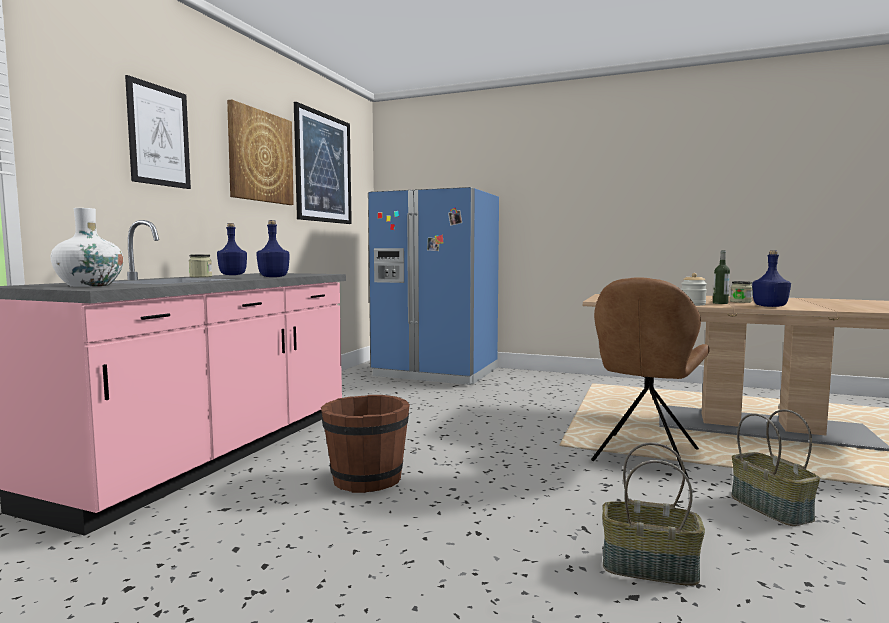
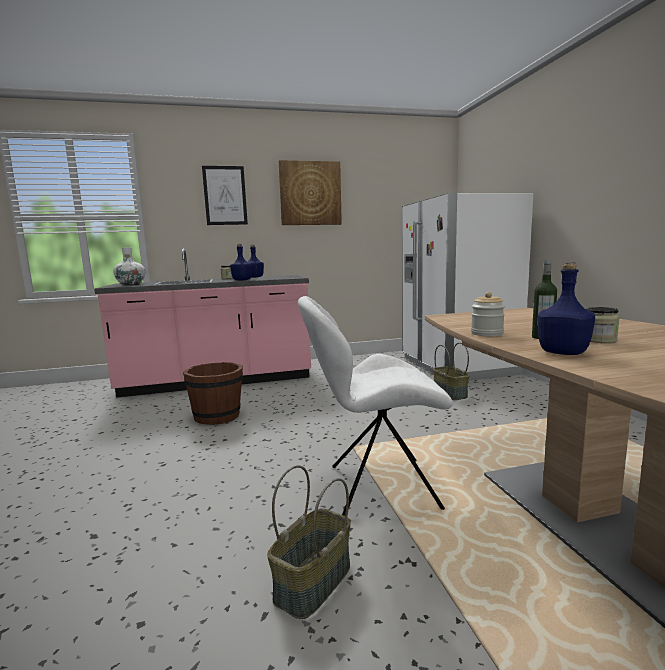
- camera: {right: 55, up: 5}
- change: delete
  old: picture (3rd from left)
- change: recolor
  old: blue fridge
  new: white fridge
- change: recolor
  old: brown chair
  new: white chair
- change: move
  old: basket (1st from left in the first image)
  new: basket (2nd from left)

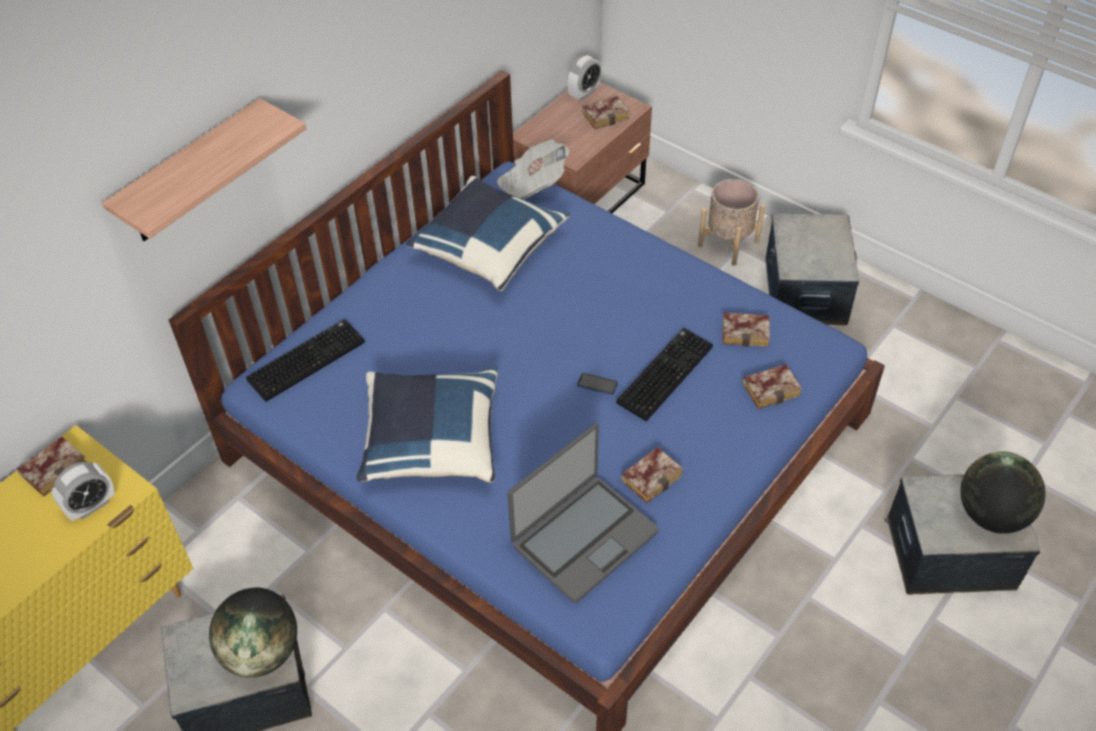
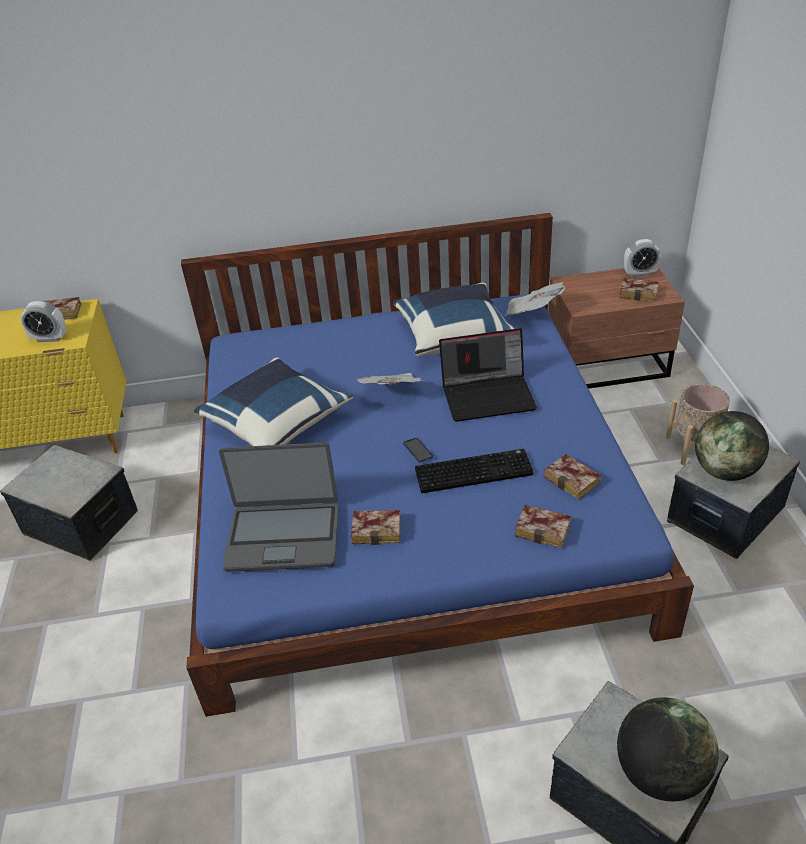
- camera: {right: 45, up: -10}
- change: delete
  old: shelf
- change: delete
  old: keyboard (1st from left)
- change: move
  old: globe (1st from left in the first image)
  new: globe (2nd from left)
- change: insert
  new: laptop (2nd from left)
- change: insert
  new: newspaper (1st from left)

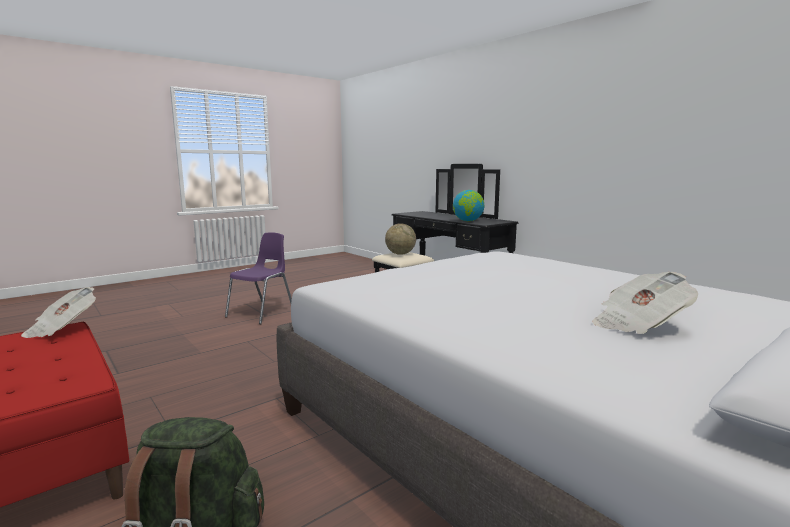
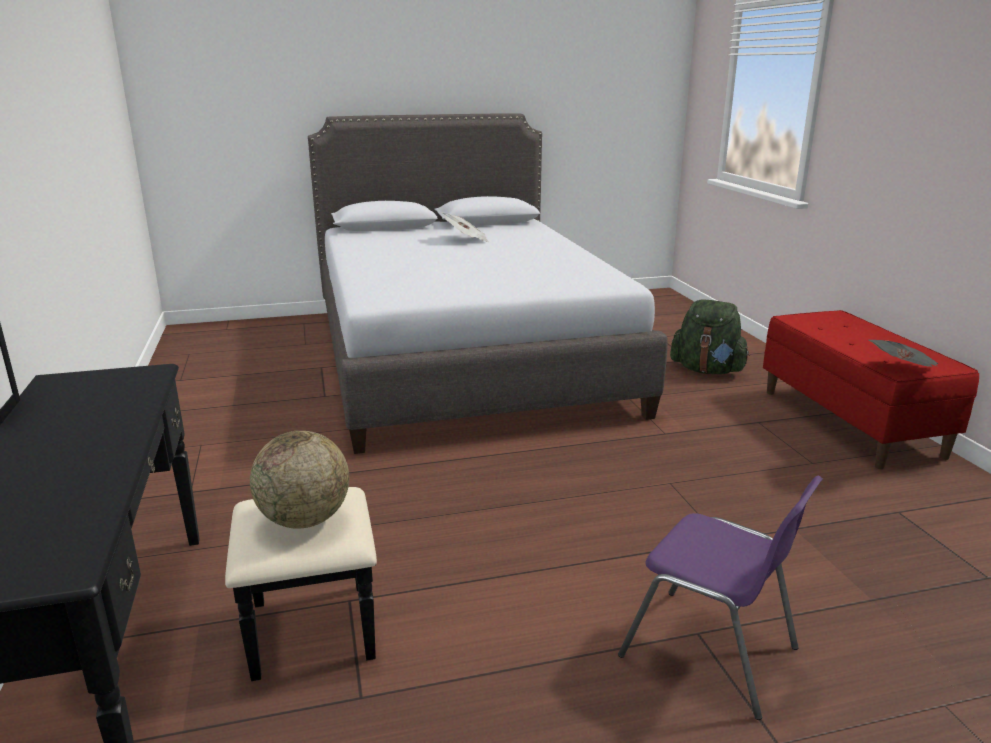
- camera: {right: -155, up: 10}
- change: delete
  old: globe (2nd from left)
- change: rotate
  old: purple chair
  degrees: -105

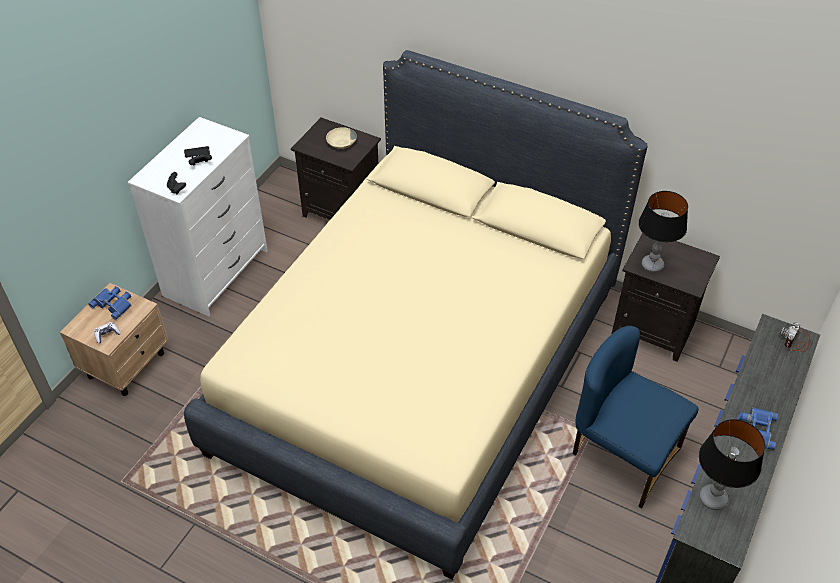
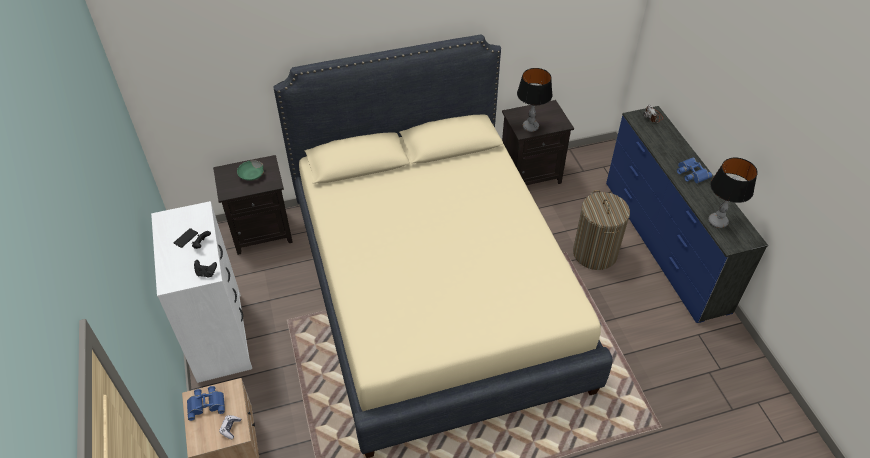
- camera: {right: -45, up: 0}
- change: recolor
  old: beige bowl
  new: green bowl
- change: replace
  old: blue chair
  new: laundry basket

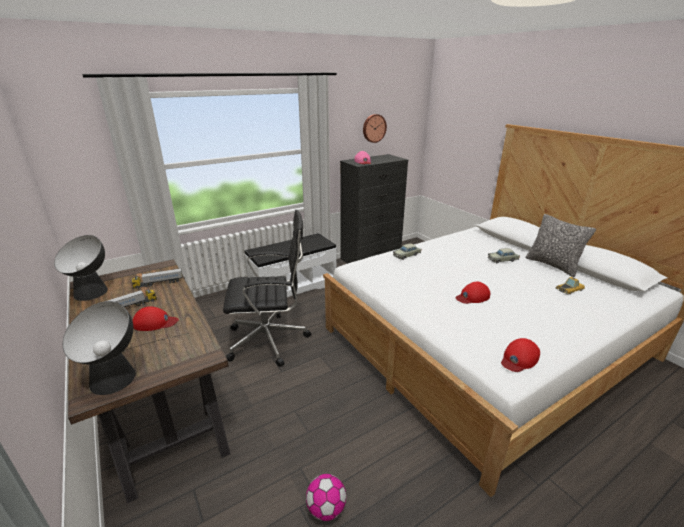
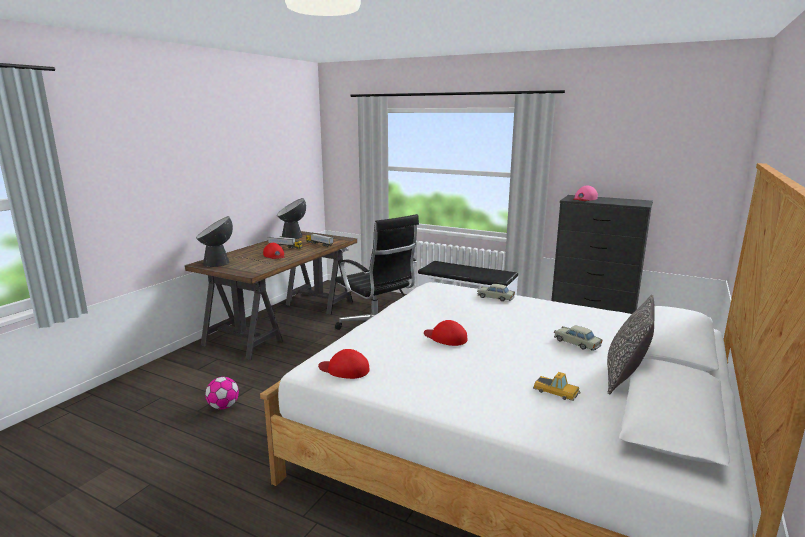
- camera: {right: 60, up: -10}
- change: delete
  old: wall clock

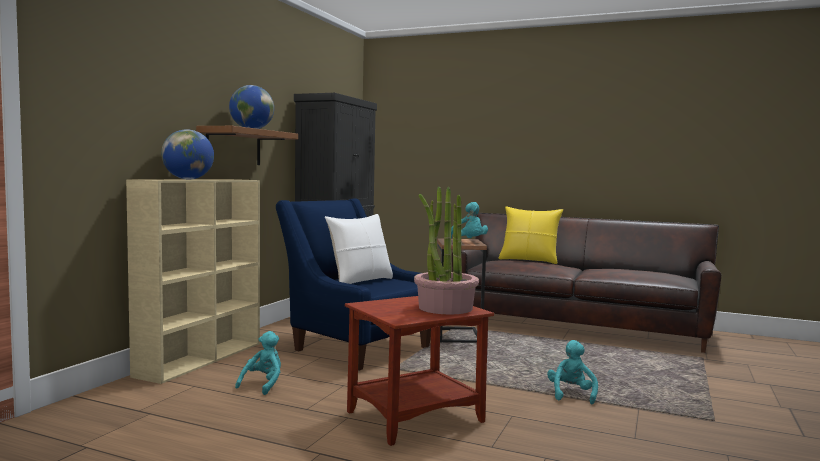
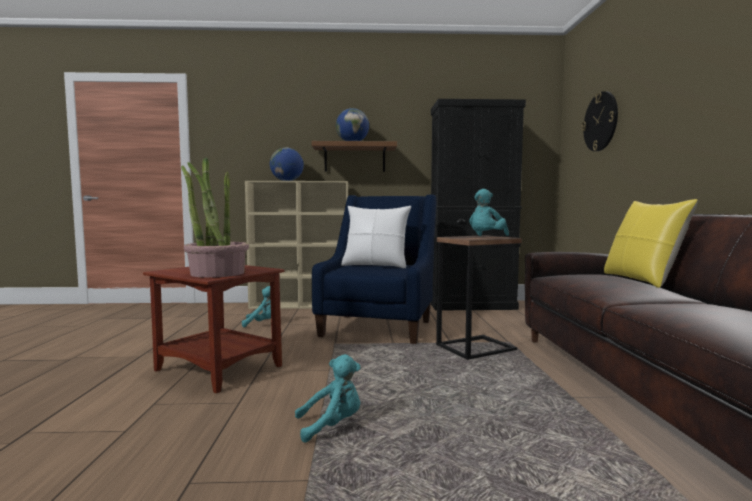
- camera: {right: 65, up: 0}
- change: insert
  new: wall clock

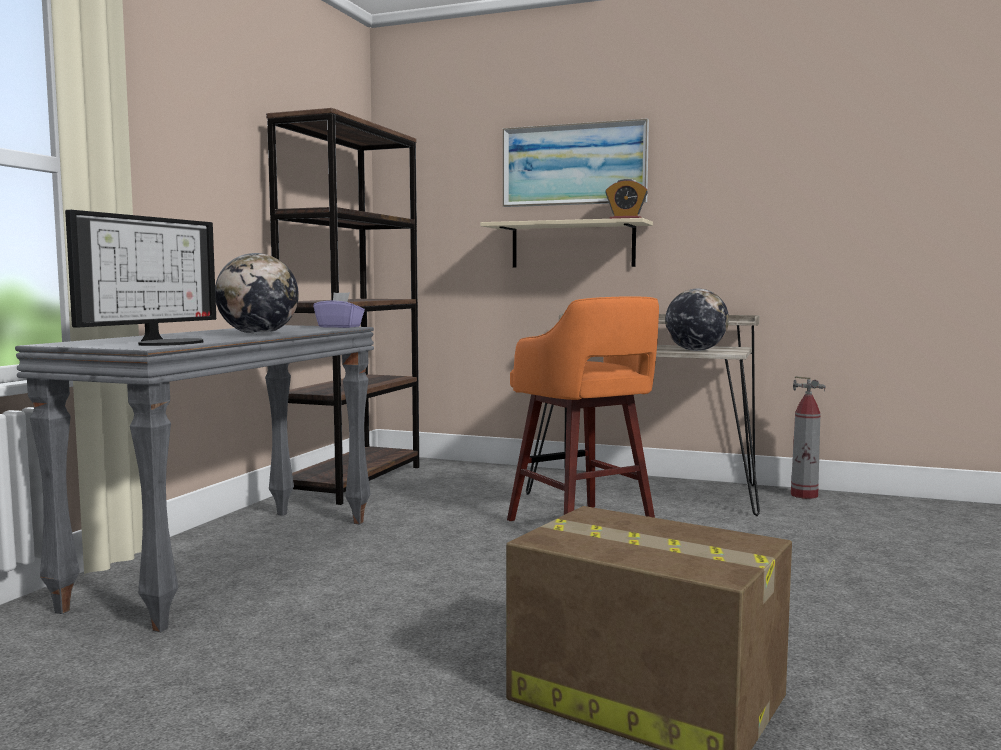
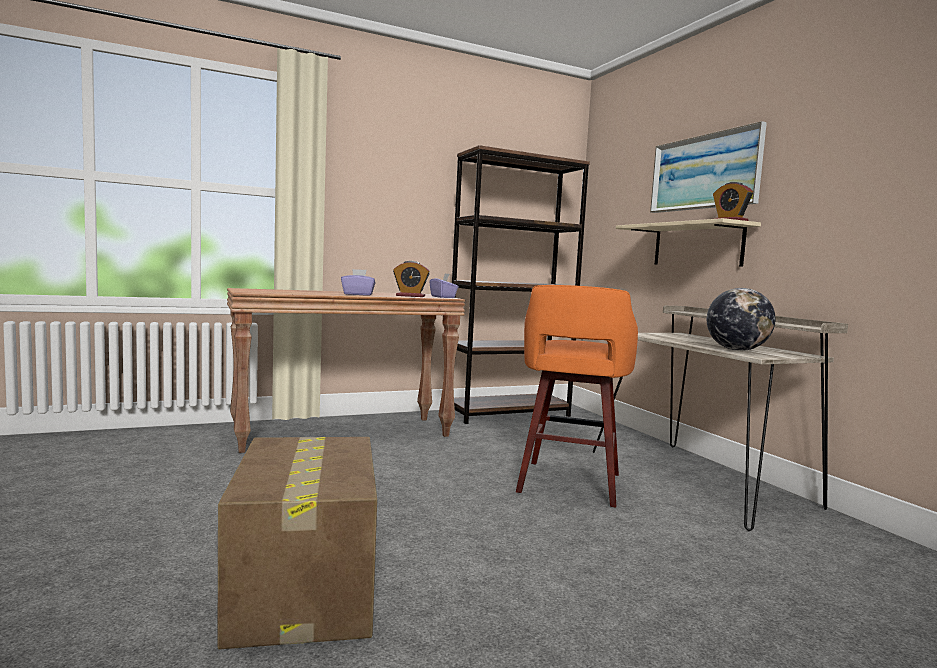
- camera: {right: 45, up: 0}
- change: delete
  old: monitor
- change: replace
  old: globe (1st from left)
  new: purple tissue box (1st from left)
- change: recolor
  old: grey console table
  new: brown console table
- change: delete
  old: fire extinguisher
- change: insert
  new: alarm clock (1st from left)

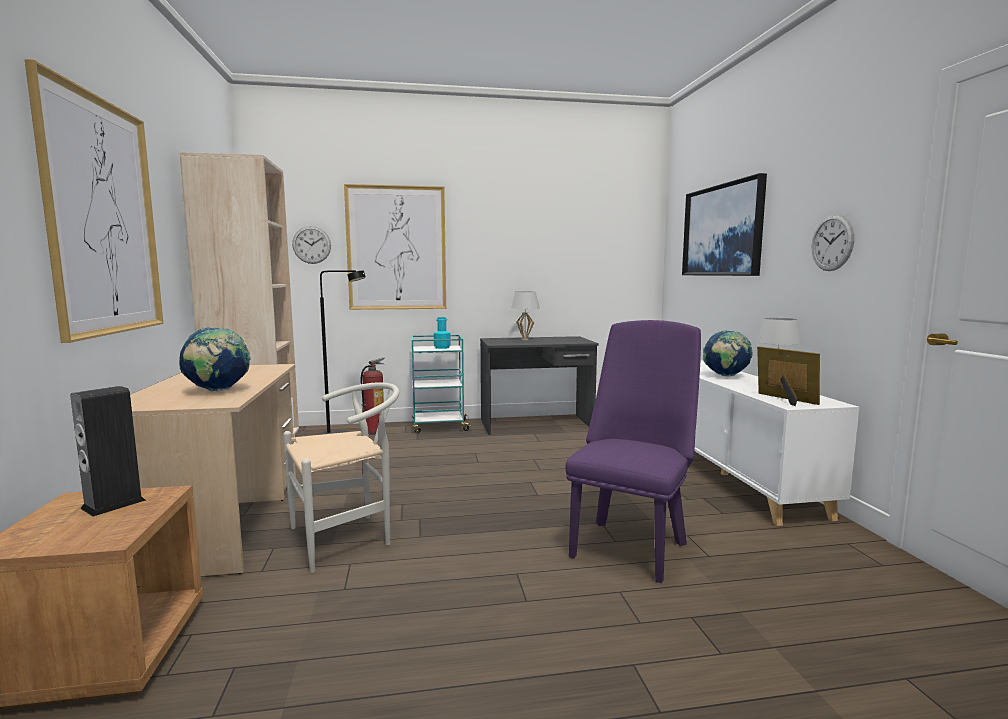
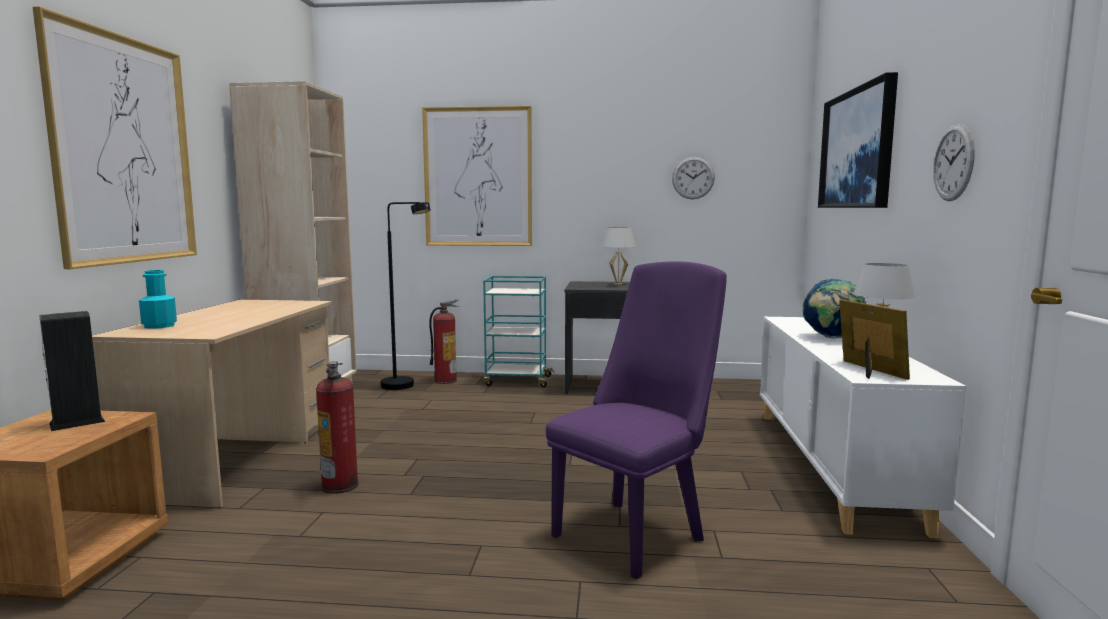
- camera: {right: 15, up: 0}
- change: move
  old: wall clock (1st from left)
- change: move
  old: turquoise bottle
- change: delete
  old: globe (1st from left)
- change: replace
  old: white chair
  new: fire extinguisher (1st from left)

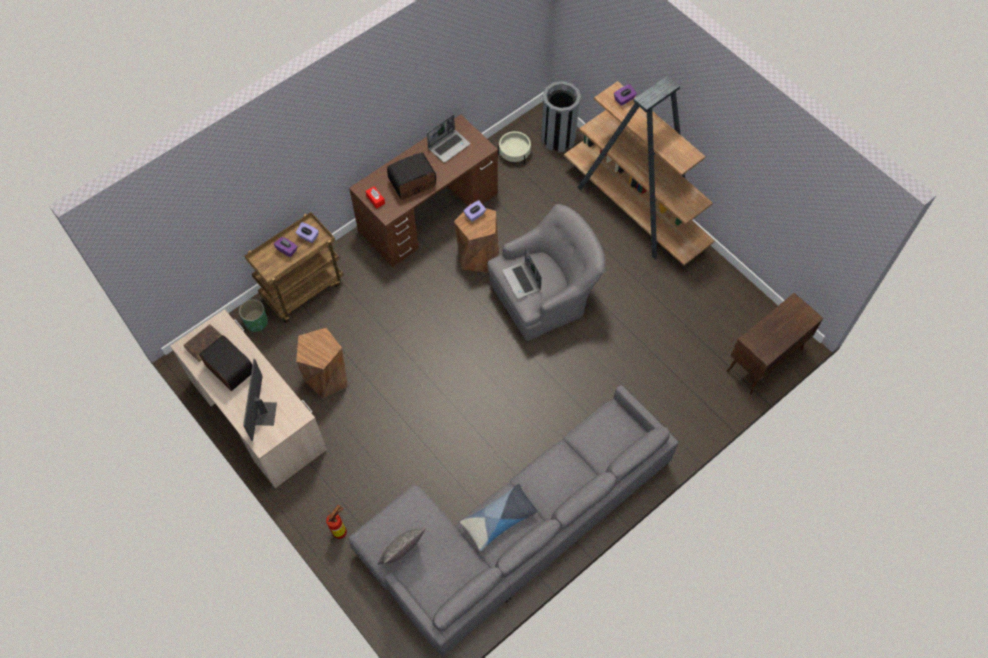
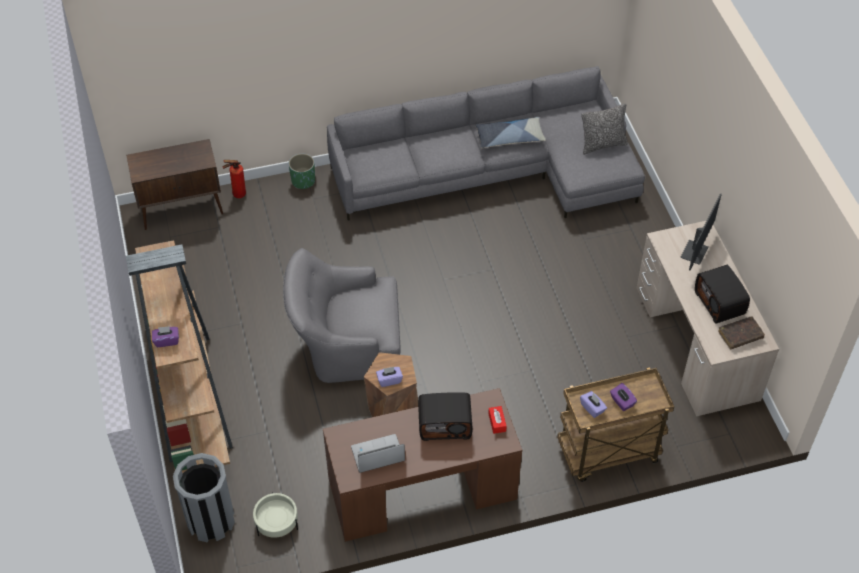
- camera: {right: -155, up: -10}
- change: delete
  old: laptop (2nd from left)
- change: move
  old: green planter
- change: delete
  old: brown stool (1st from left)
- change: move
  old: fire extinguisher

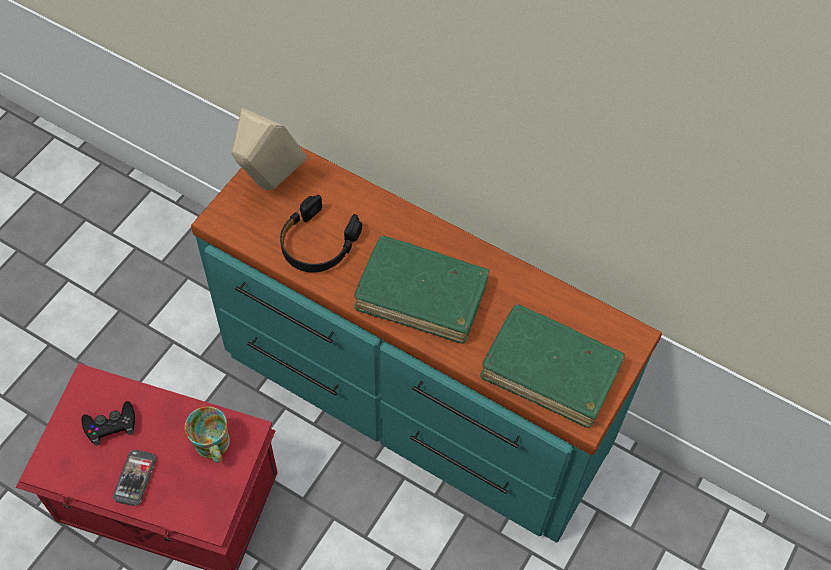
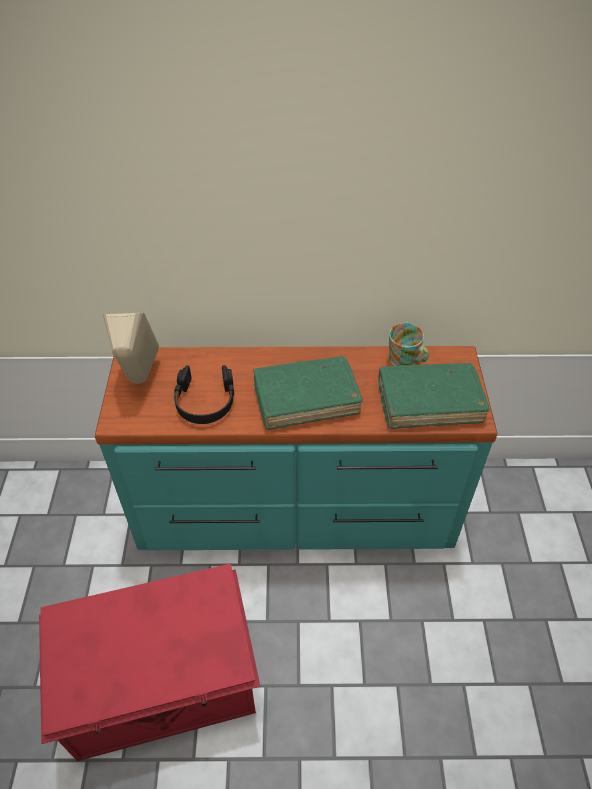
- camera: {right: -30, up: -10}
- change: delete
  old: black game controller
- change: move
  old: mug
- change: delete
  old: phone

